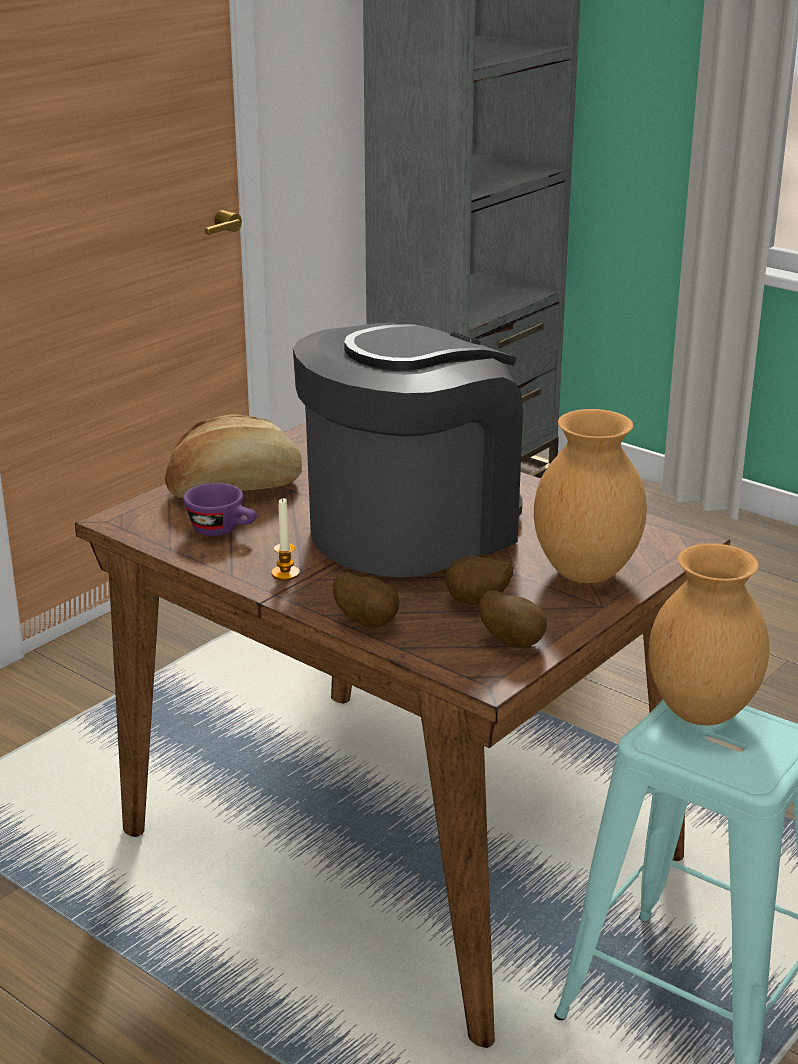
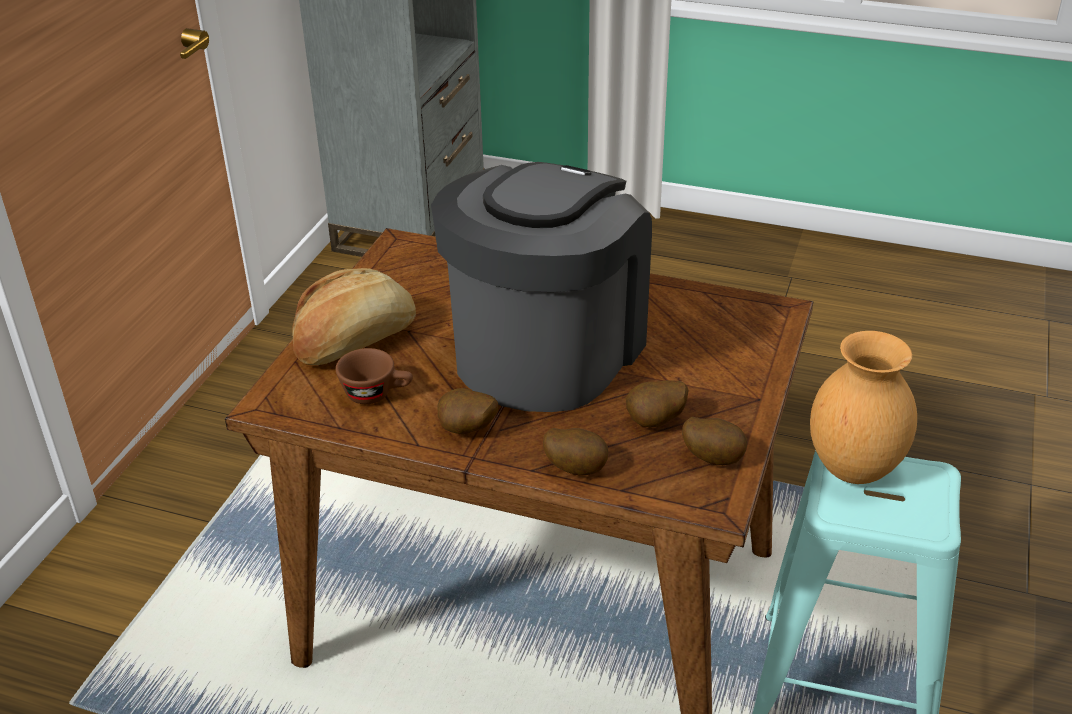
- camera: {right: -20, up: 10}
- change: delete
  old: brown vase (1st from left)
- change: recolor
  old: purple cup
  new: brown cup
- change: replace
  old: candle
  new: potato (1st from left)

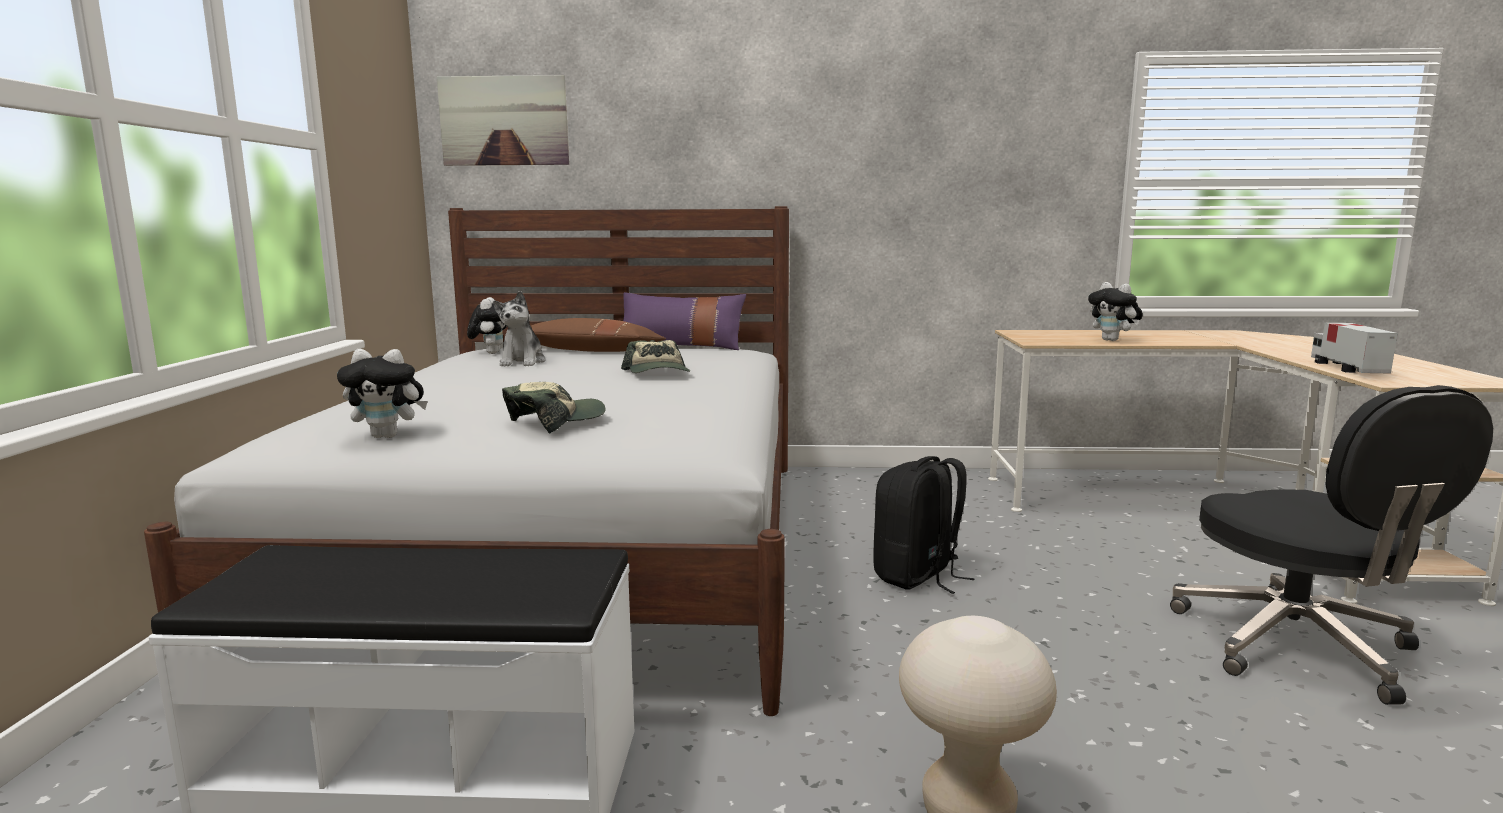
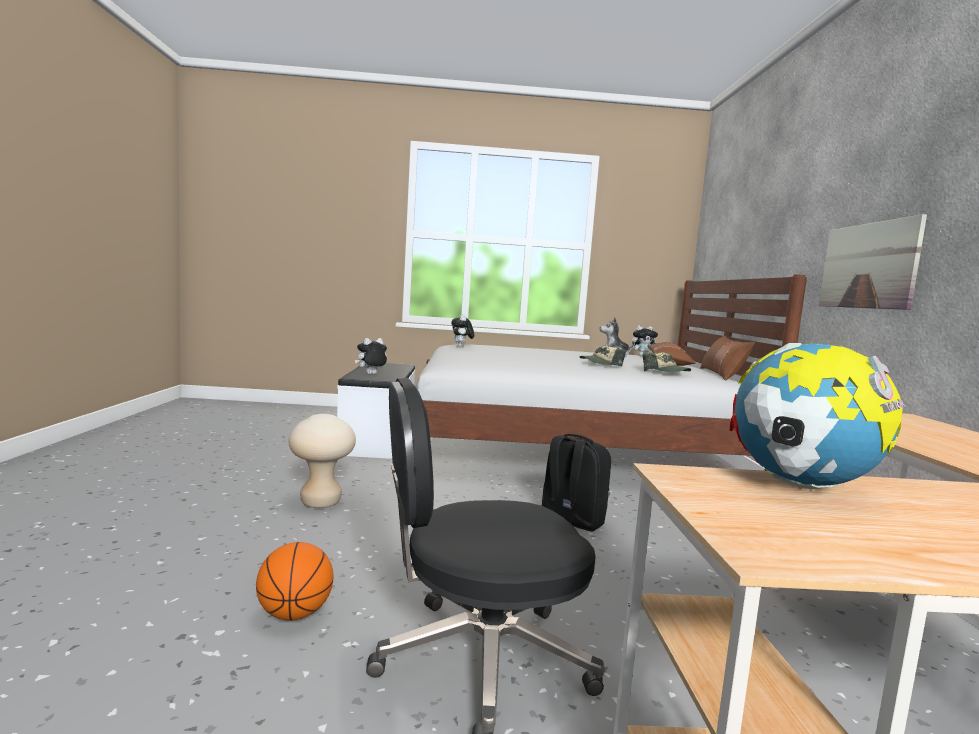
- camera: {right: 85, up: -5}
- change: move
  old: picture
- change: move
  old: plush toy (4th from left in the first image)
  new: plush toy (1st from left)
- change: recolor
  old: purple pillow
  new: brown pillow (2nd from left)
- change: replace
  old: toy truck
  new: globe
- change: move
  old: cap (1st from left in the first image)
  new: cap (2nd from left)
- change: insert
  new: basketball

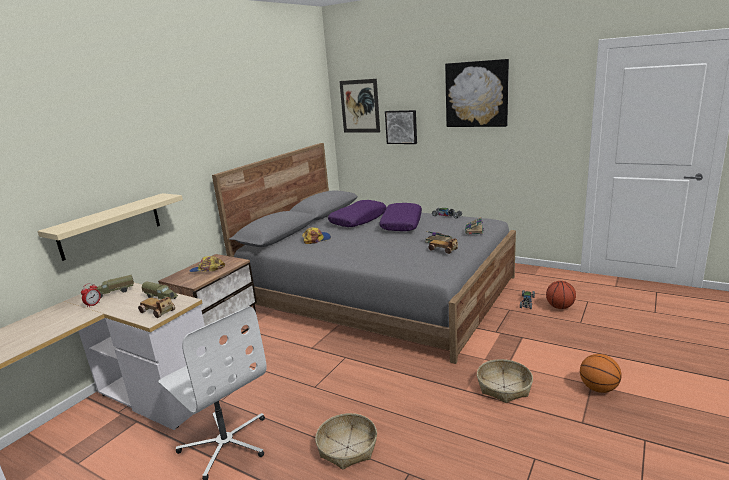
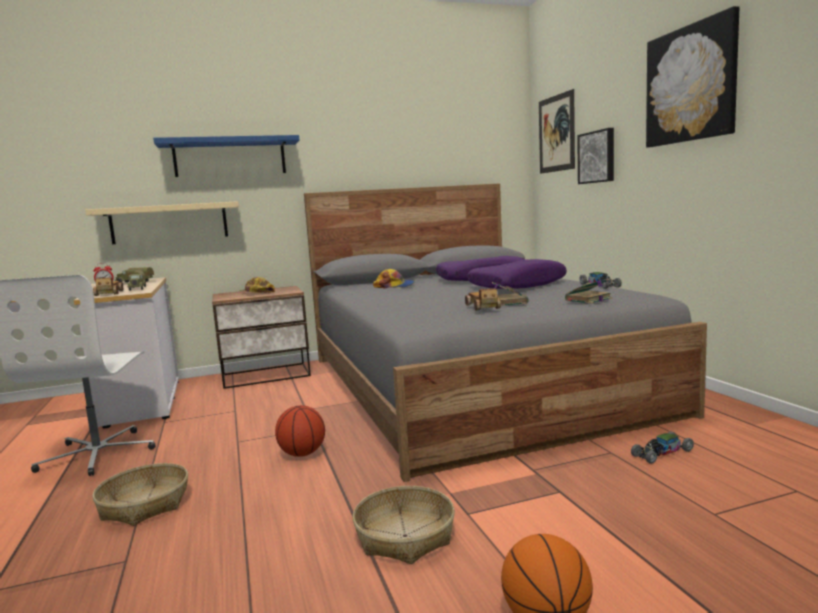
- camera: {right: 40, up: -10}
- change: move
  old: basketball (1st from left)
- change: insert
  new: blue shelf

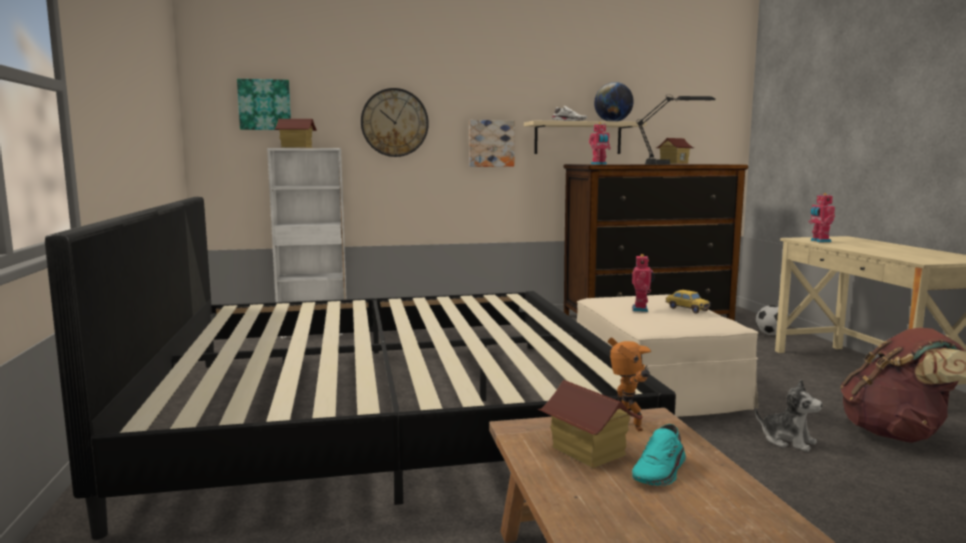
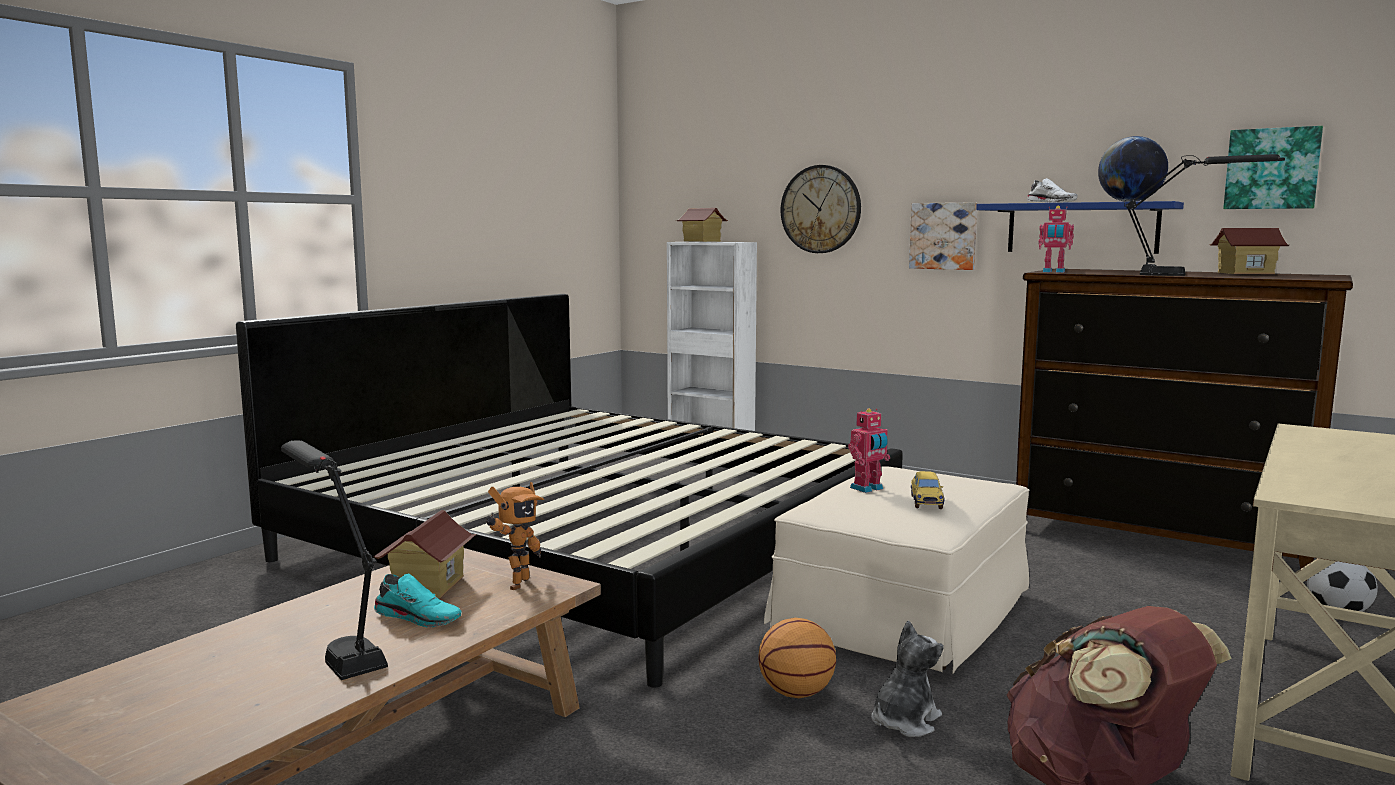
- camera: {right: 45, up: 0}
- change: move
  old: picture (1st from left in the first image)
  new: picture (2nd from left)
- change: recolor
  old: beige shelf
  new: blue shelf
- change: delete
  old: toy robot (4th from left)
- change: rotate
  old: plush toy
  degrees: -135
- change: rotate
  old: turquoise shoe
  degrees: -150
- change: insert
  new: black table lamp (1st from left)
- change: insert
  new: basketball

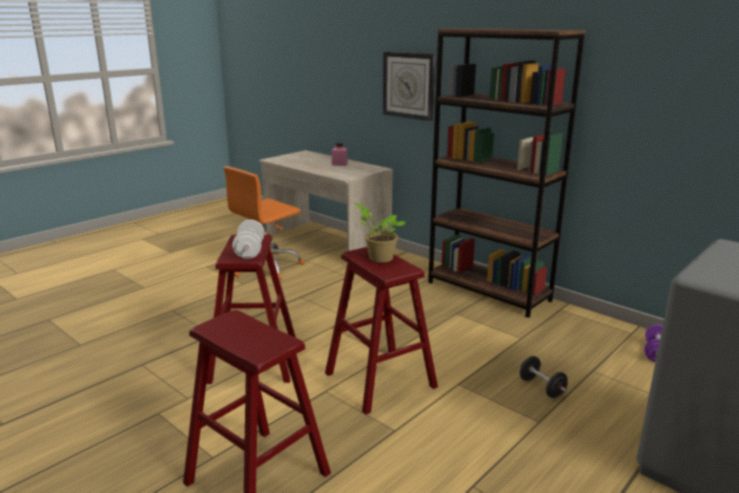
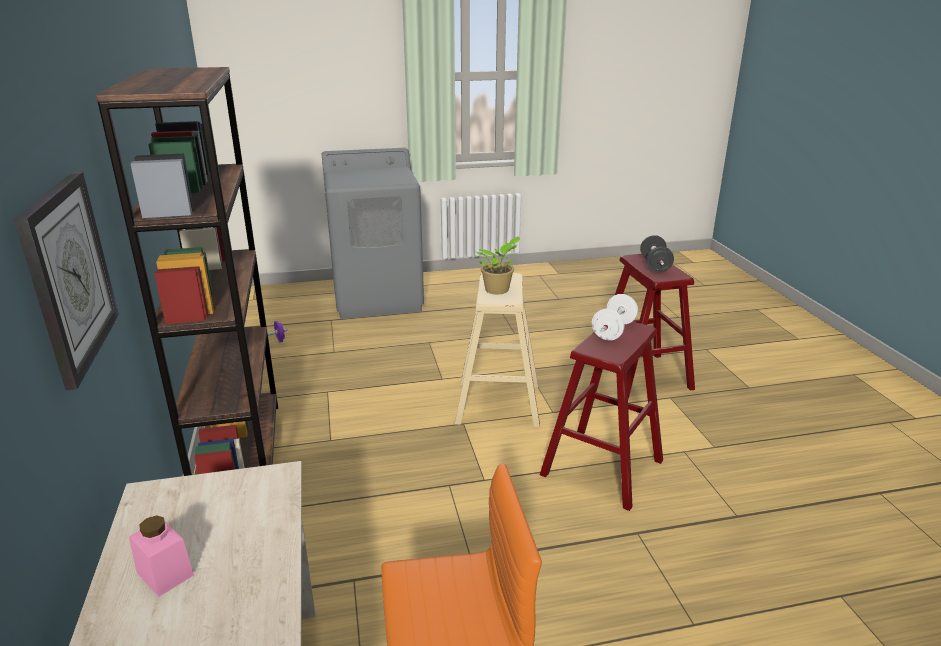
- camera: {right: -145, up: 5}
- change: recolor
  old: red stool (3rd from left)
  new: beige stool
- change: move
  old: black dumbbell

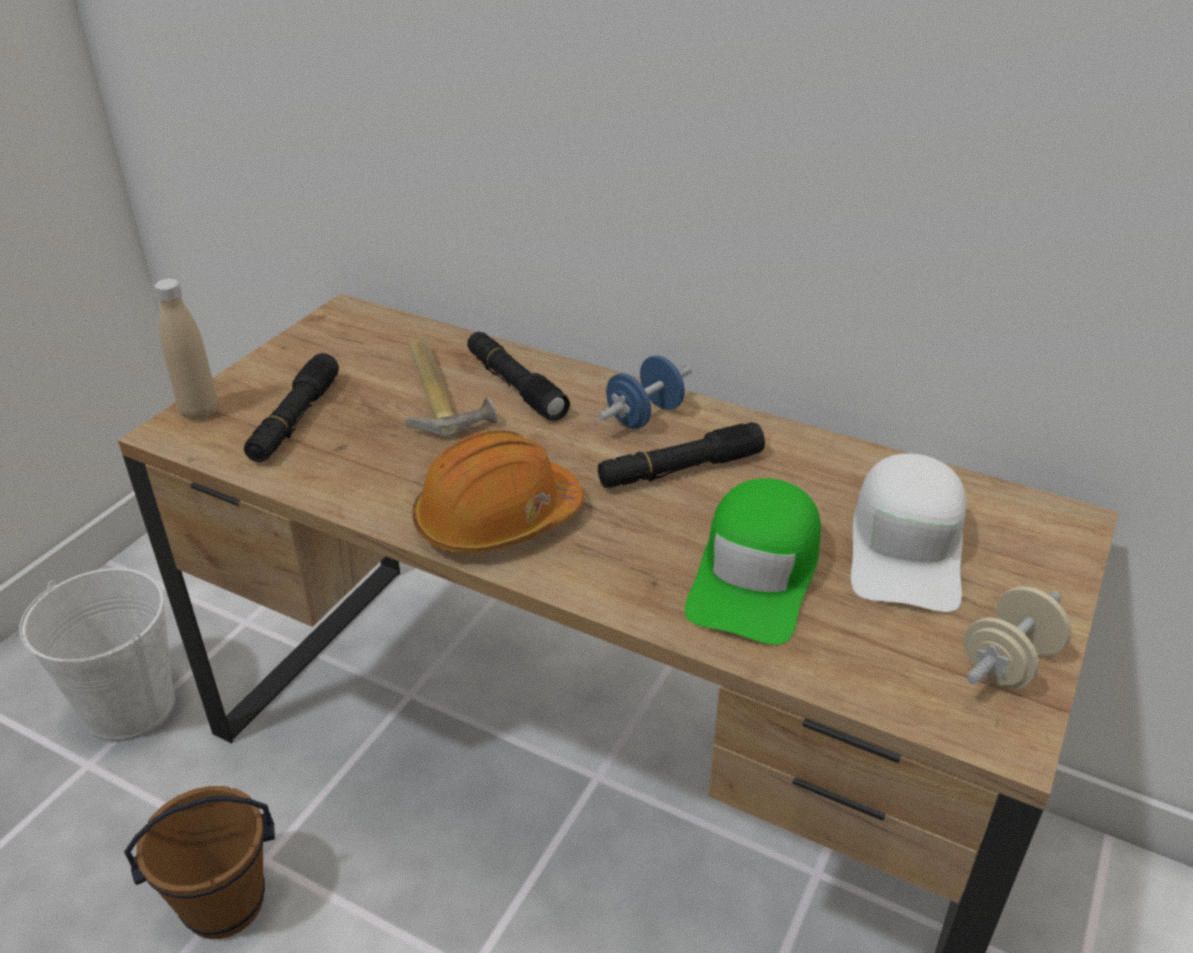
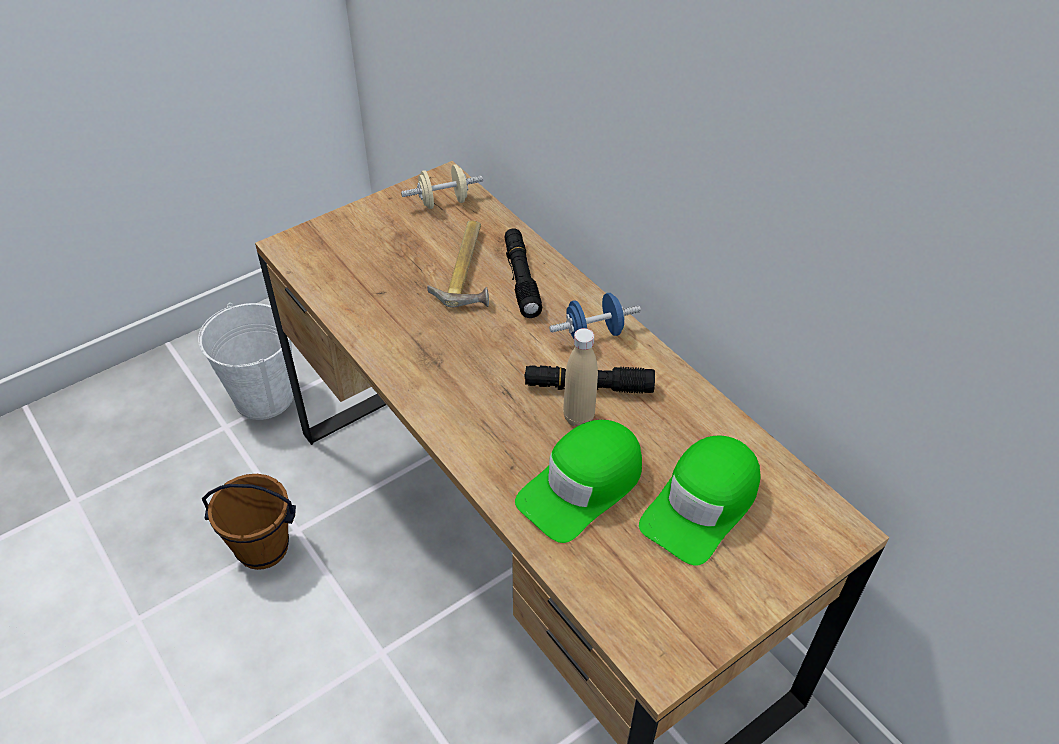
- camera: {right: 25, up: 10}
- change: move
  old: beige bottle
- change: delete
  old: black flashlight (1st from left)
- change: delete
  old: orange hard hat
- change: recolor
  old: white cap
  new: green cap (2nd from left)
- change: move
  old: beige dumbbell

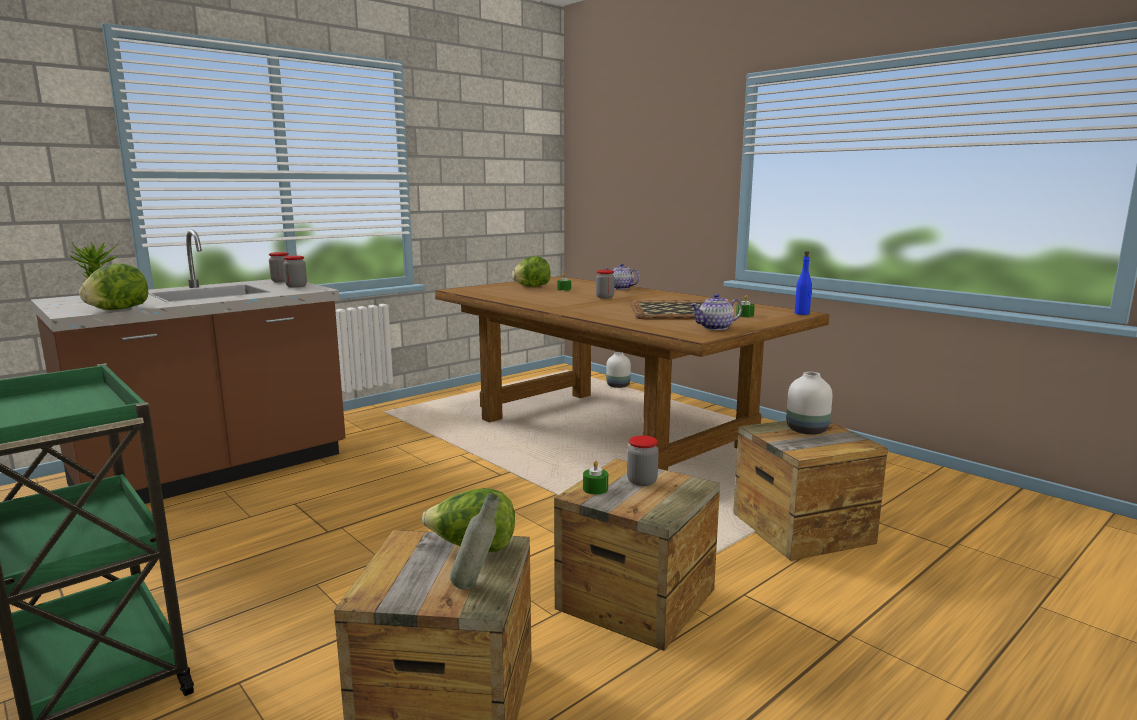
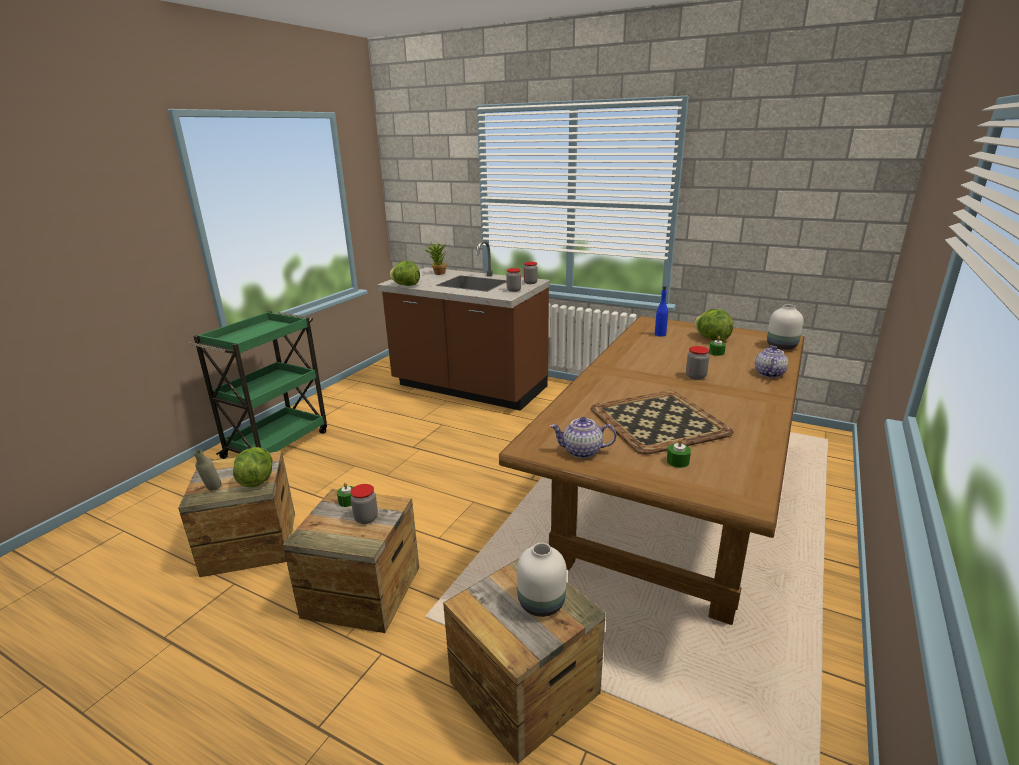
- camera: {right: 70, up: 10}
- change: move
  old: blue bottle
- change: rotate
  old: teapot (2nd from left in the first image)
  degrees: -45
- change: move
  old: white vase (1st from left in the first image)
  new: white vase (2nd from left)

